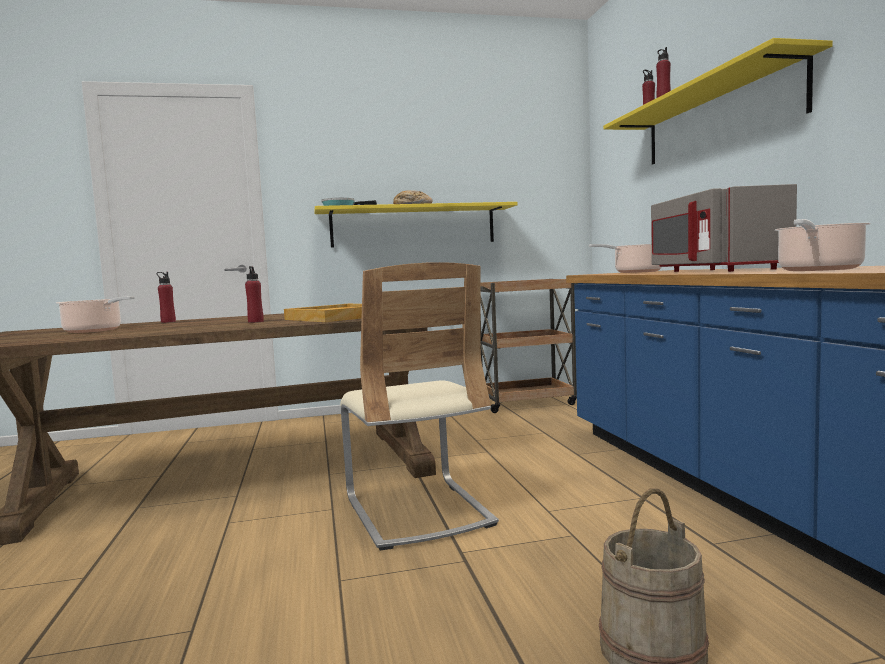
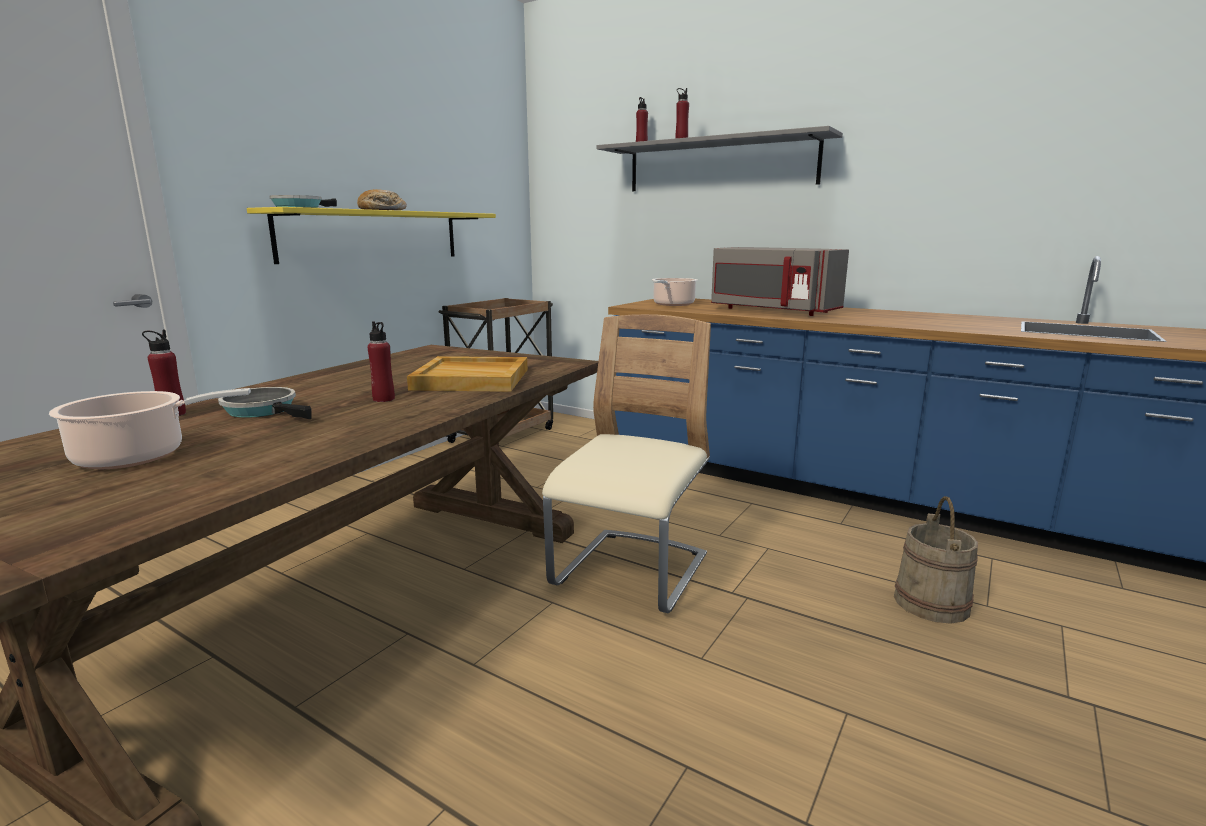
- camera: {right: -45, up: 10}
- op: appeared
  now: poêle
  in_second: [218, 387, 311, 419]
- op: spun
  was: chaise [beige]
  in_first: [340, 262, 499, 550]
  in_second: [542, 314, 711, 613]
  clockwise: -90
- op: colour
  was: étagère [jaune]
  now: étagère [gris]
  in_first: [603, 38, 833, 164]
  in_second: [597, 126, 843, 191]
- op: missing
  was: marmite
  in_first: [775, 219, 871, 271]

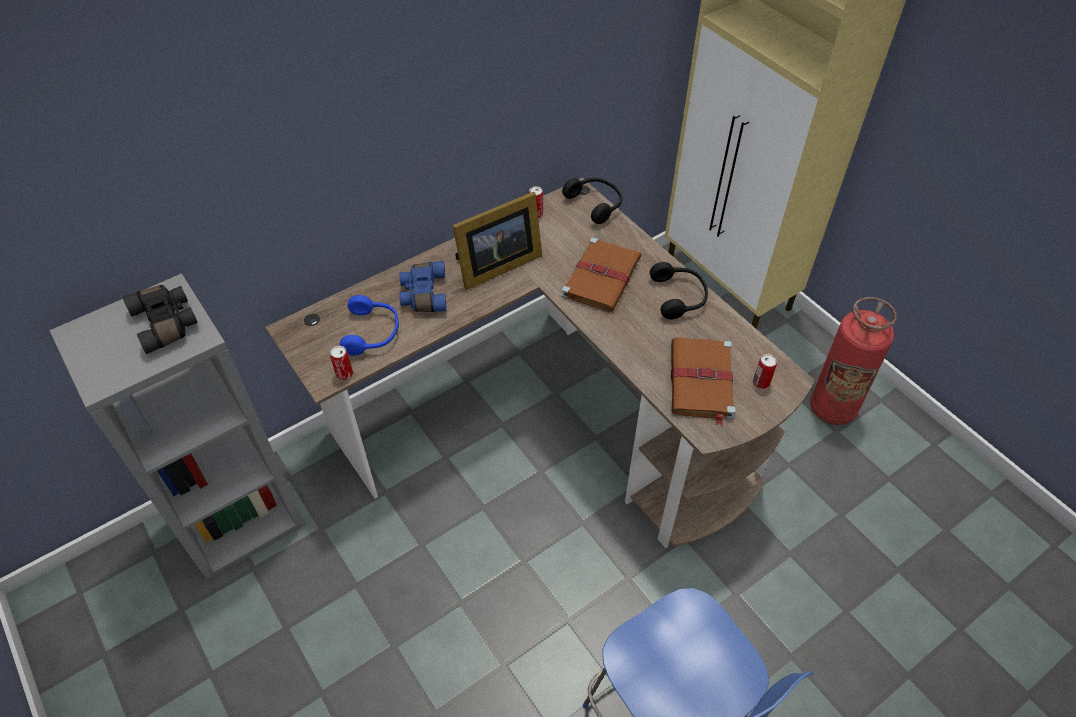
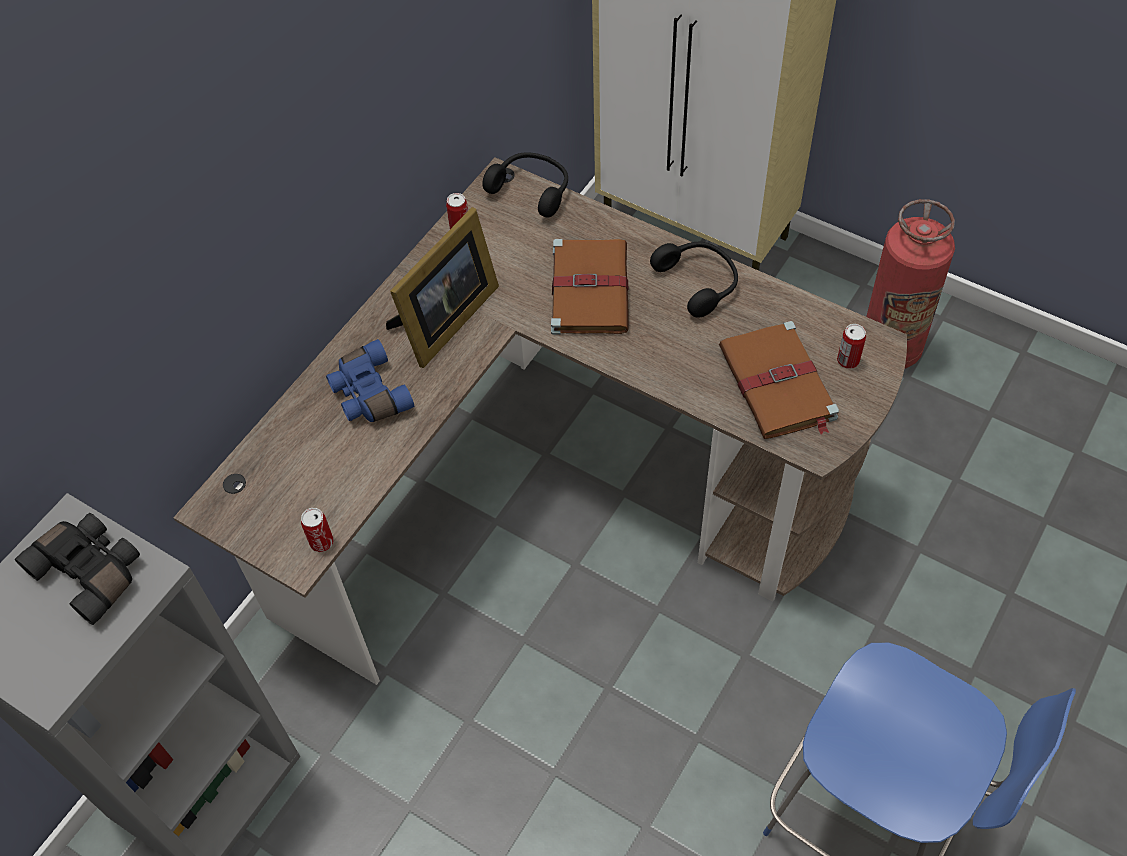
- camera: {right: -20, up: 5}
- op: missing
  was: casque audio [bleu]
  in_first: [340, 295, 399, 356]

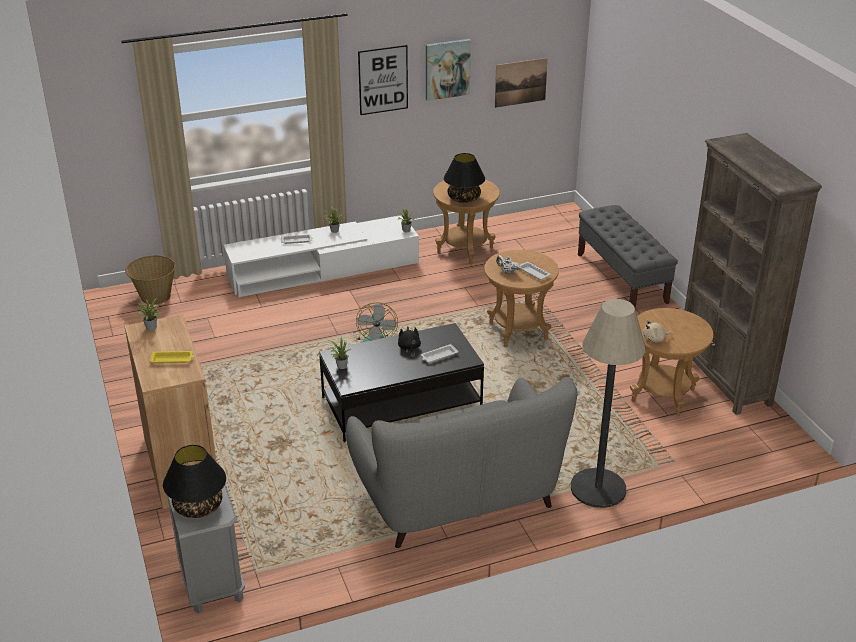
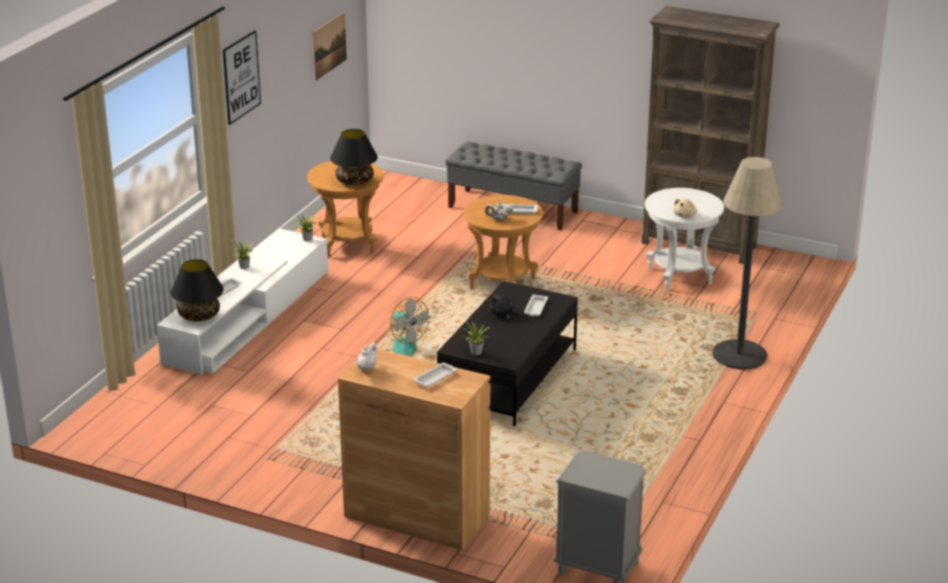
- camera: {right: -45, up: -5}
- op: relocated
  was: lampe de table [noir]
  in_first: [163, 445, 226, 518]
  in_second: [171, 259, 224, 322]
- op: exchanged
  was: plante en pot
  now: théière [blanc]
  in_first: [132, 298, 161, 331]
  in_second: [357, 343, 377, 371]
- op: colour
  was: plateau [jaune]
  now: plateau [blanc]
  in_first: [150, 351, 194, 364]
  in_second: [413, 363, 457, 387]
- op: colour
  was: table d'appoint [marron]
  now: table d'appoint [blanc]
  in_first: [630, 308, 713, 416]
  in_second: [645, 188, 724, 290]
- op: missing
  was: panier
  in_first: [126, 255, 176, 305]
- op: missing
  was: canapé [gris]
  in_first: [346, 377, 577, 548]
- op: missing
  was: tableau
  in_first: [426, 39, 471, 101]

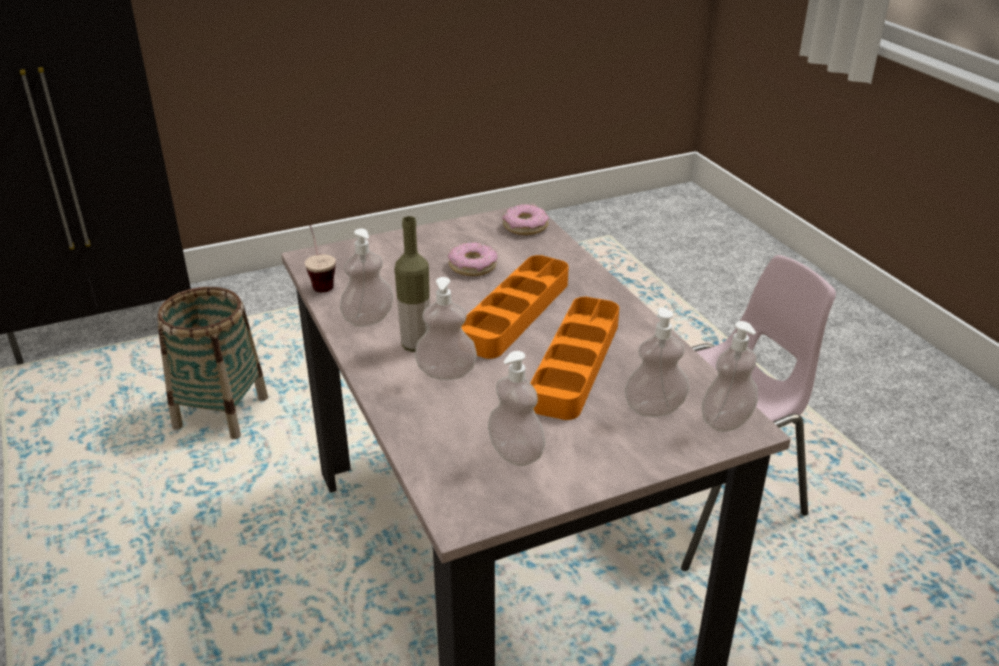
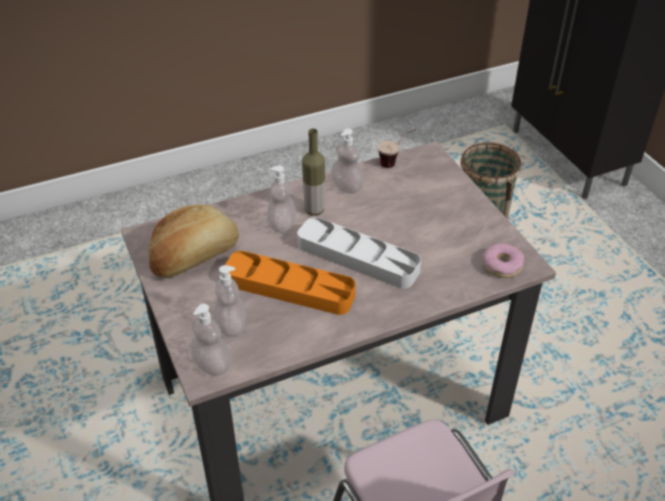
- camera: {right: 90, up: 10}
- op: exchanged
  was: distributeur de savon
  now: pain
  in_first: [488, 351, 545, 466]
  in_second: [149, 204, 239, 277]
- op: colour
  was: plateau [orange]
  now: plateau [blanc]
  in_first: [461, 255, 569, 359]
  in_second: [297, 217, 421, 289]
- op: missing
  was: beignet
  in_first: [448, 242, 498, 276]

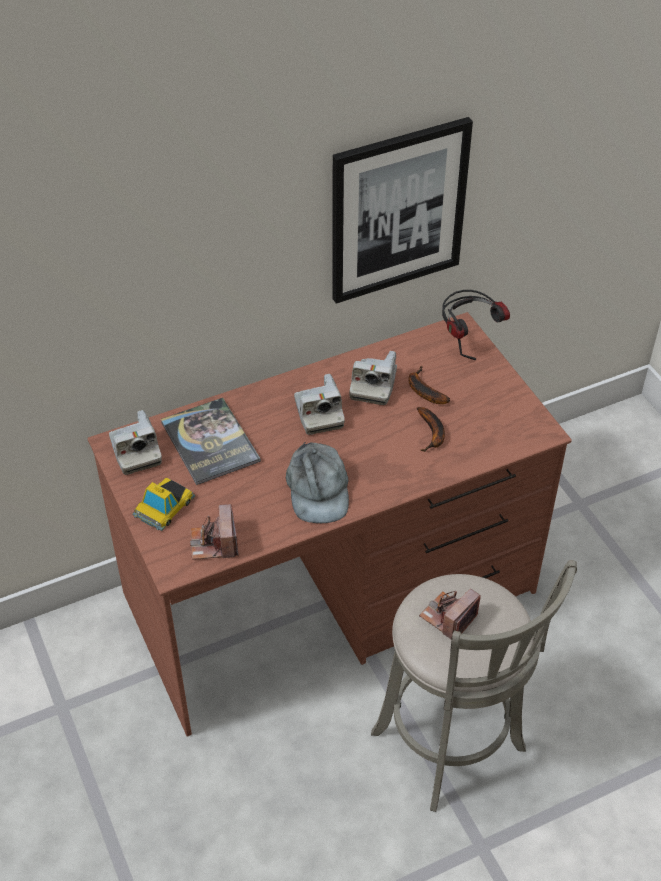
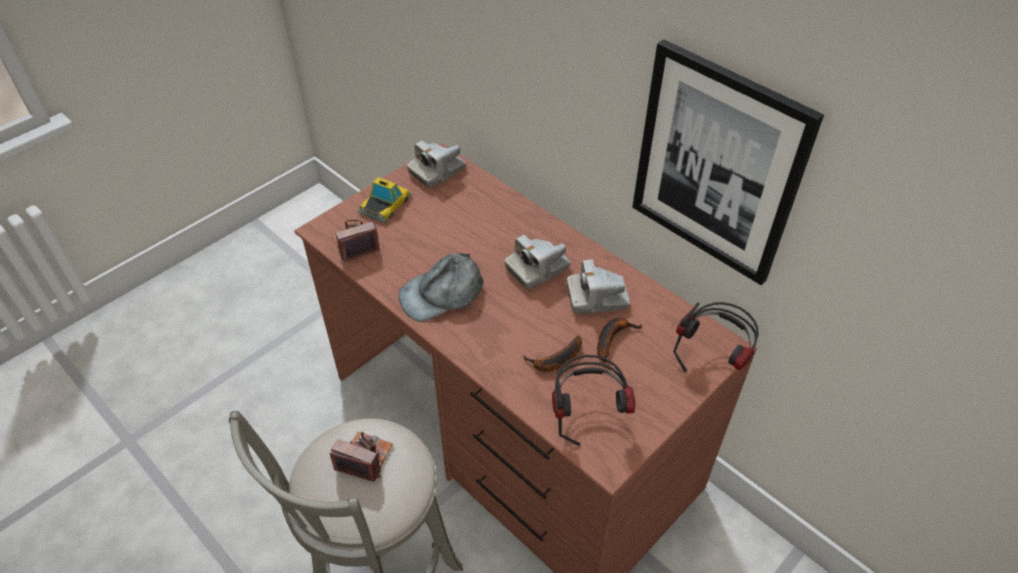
- camera: {right: 70, up: 0}
- op: spun
  was: petite voiture
  in_first: [132, 478, 195, 531]
  in_second: [358, 177, 412, 223]
  clockwise: 105
- op: appeared
  now: casque audio
  in_second: [552, 355, 636, 446]
- op: missing
  was: livre
  in_first: [161, 398, 261, 485]

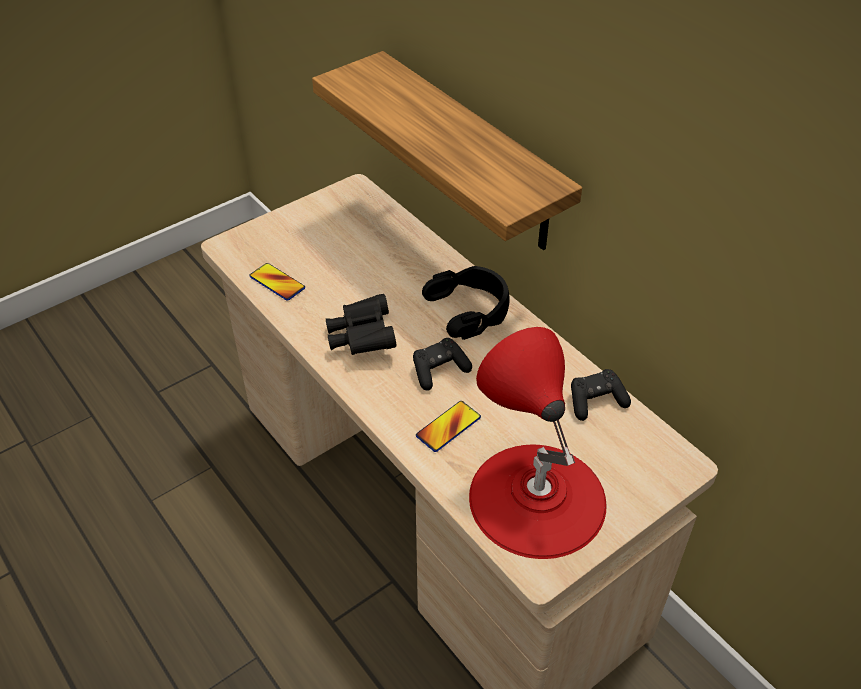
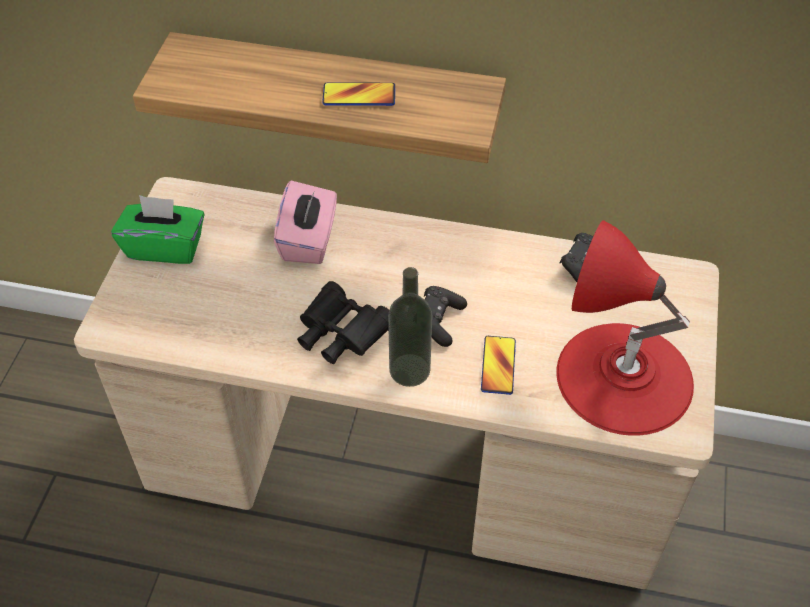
- camera: {right: -40, up: 5}
- op: appeared
  now: boîte à mouchoirs [vert]
  in_second: [111, 195, 205, 264]
- op: appeared
  now: boîte à mouchoirs [rose]
  in_second: [274, 181, 337, 264]
- op: relocated
  was: téléphone
  in_first: [249, 263, 305, 301]
  in_second: [322, 82, 395, 106]
- op: appeared
  now: bouteille
  in_second: [388, 267, 432, 387]
- op: missing
  was: casque audio [noir]
  in_first: [422, 266, 510, 340]

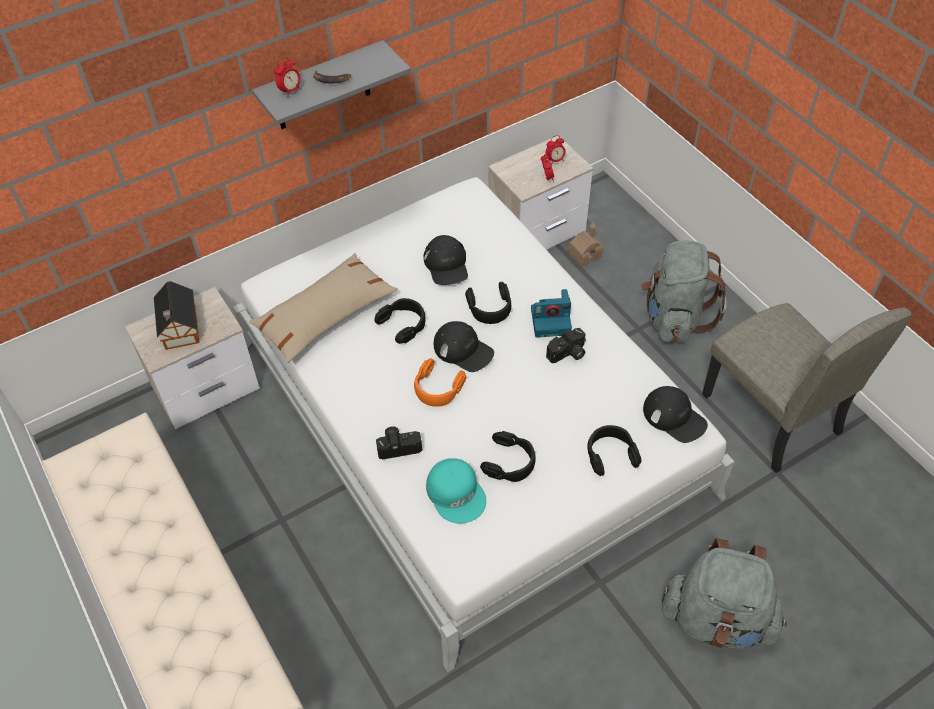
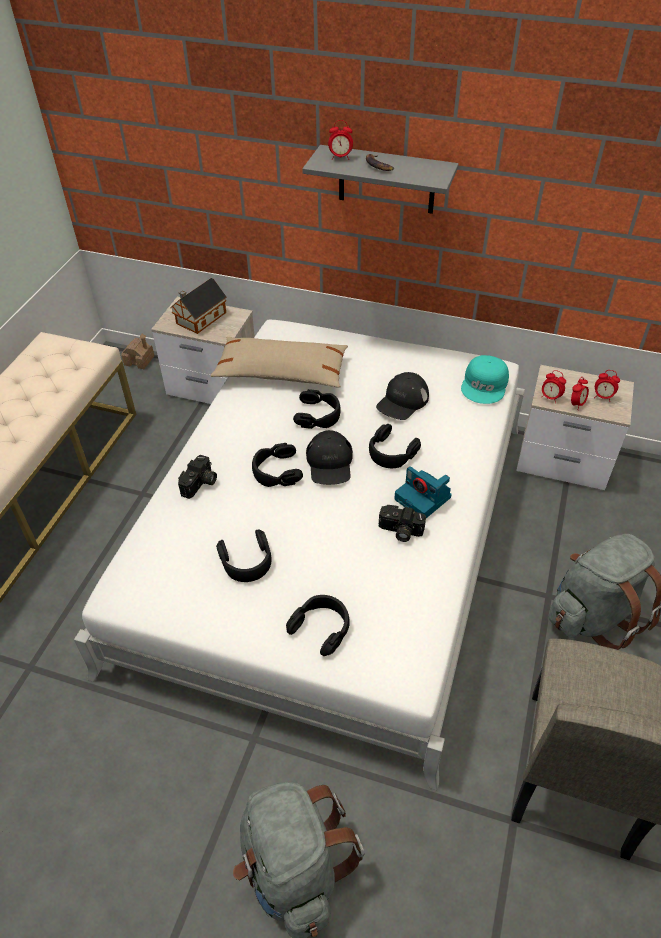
- camera: {right: 50, up: -5}
- op: relocated
  was: maison miniature
  in_first: [567, 223, 603, 267]
  in_second: [121, 334, 154, 369]
- op: spun
  was: appareil photo
  in_first: [376, 426, 422, 459]
  in_second: [178, 455, 217, 499]
  clockwise: 75
- op: colour
  was: casque audio [orange]
  now: casque audio [noir]
  in_first: [414, 358, 466, 407]
  in_second: [252, 443, 303, 487]
- op: relocated
  was: casquette [turquoise]
  in_first: [426, 458, 486, 524]
  in_second: [461, 355, 509, 404]
- op: appeared
  now: réveil
  in_second: [541, 370, 566, 403]
- op: missing
  was: casquette [noir]
  in_first: [643, 386, 708, 443]

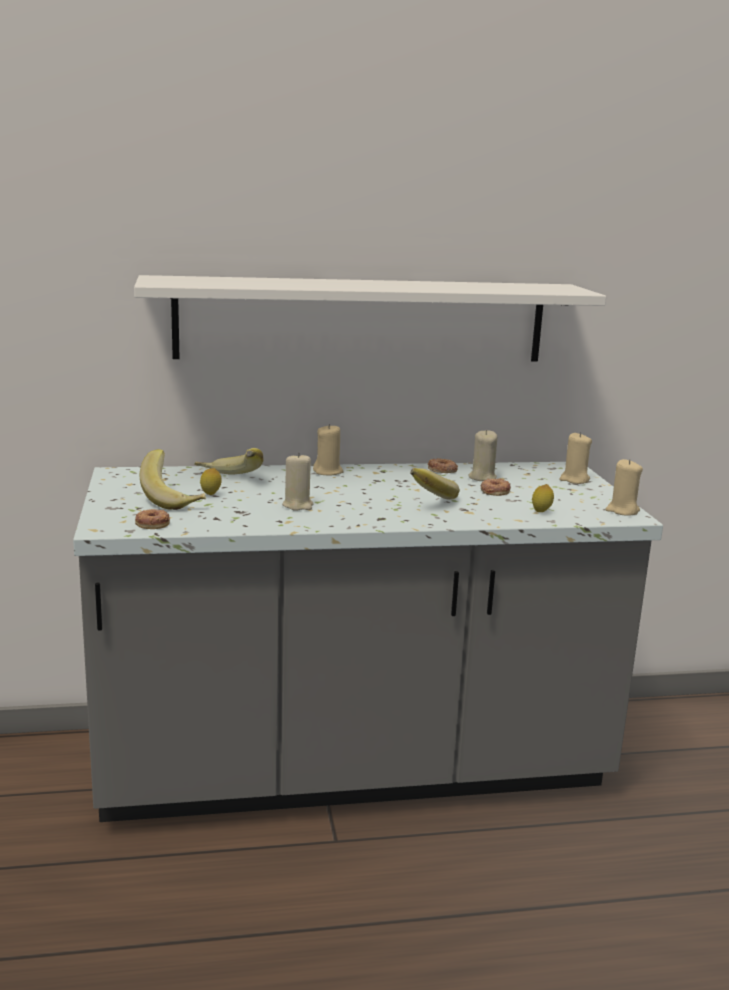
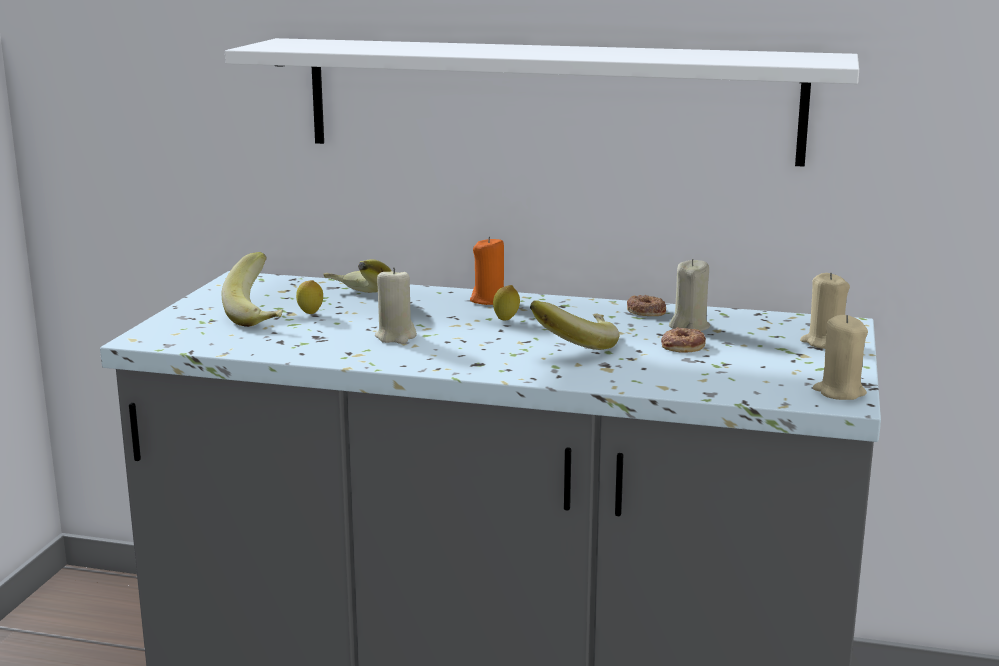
- camera: {right: 25, up: 0}
- op: colour
  was: bougie [beige]
  now: bougie [orange]
  in_first: [313, 424, 344, 476]
  in_second: [470, 236, 504, 305]
- op: relocated
  was: citron
  in_first: [532, 484, 554, 512]
  in_second: [493, 285, 520, 321]
- op: missing
  was: beignet
  in_first: [135, 509, 170, 529]

